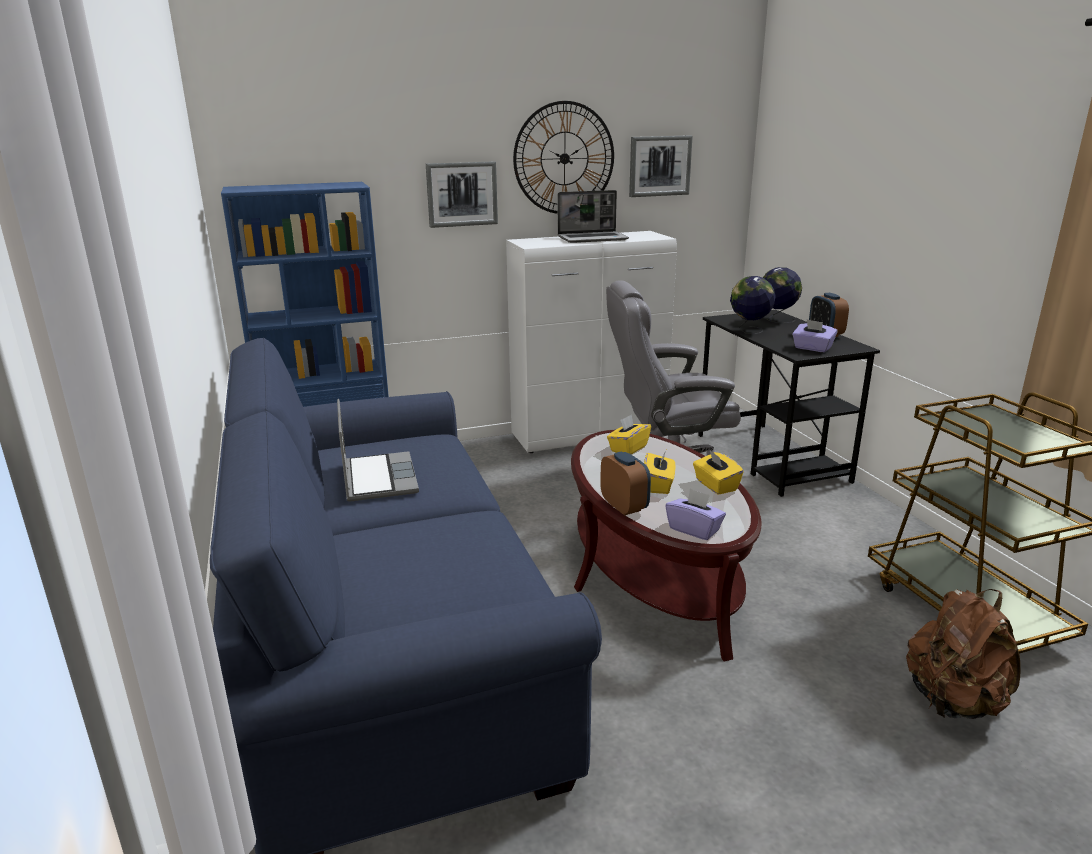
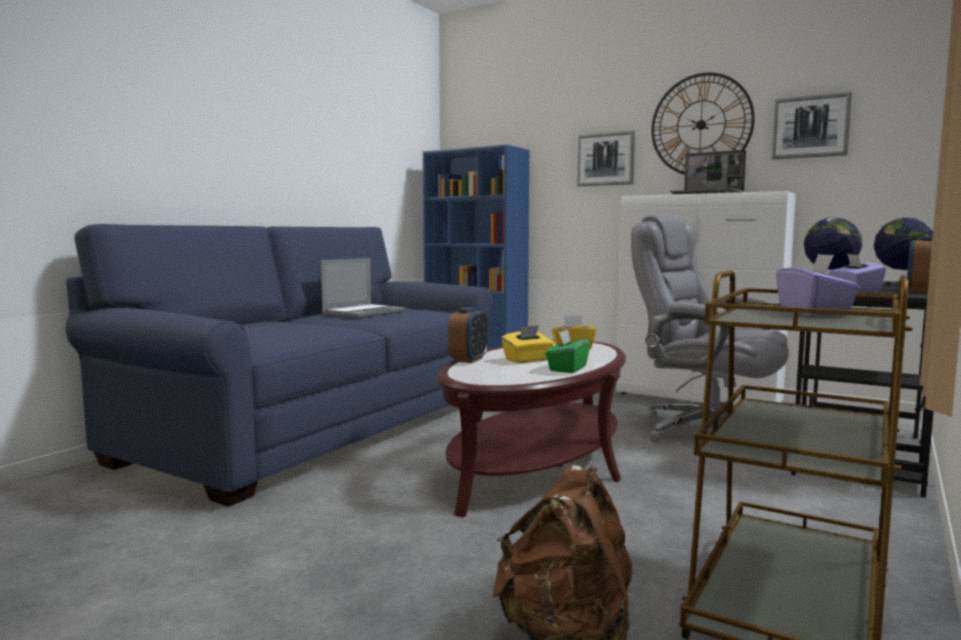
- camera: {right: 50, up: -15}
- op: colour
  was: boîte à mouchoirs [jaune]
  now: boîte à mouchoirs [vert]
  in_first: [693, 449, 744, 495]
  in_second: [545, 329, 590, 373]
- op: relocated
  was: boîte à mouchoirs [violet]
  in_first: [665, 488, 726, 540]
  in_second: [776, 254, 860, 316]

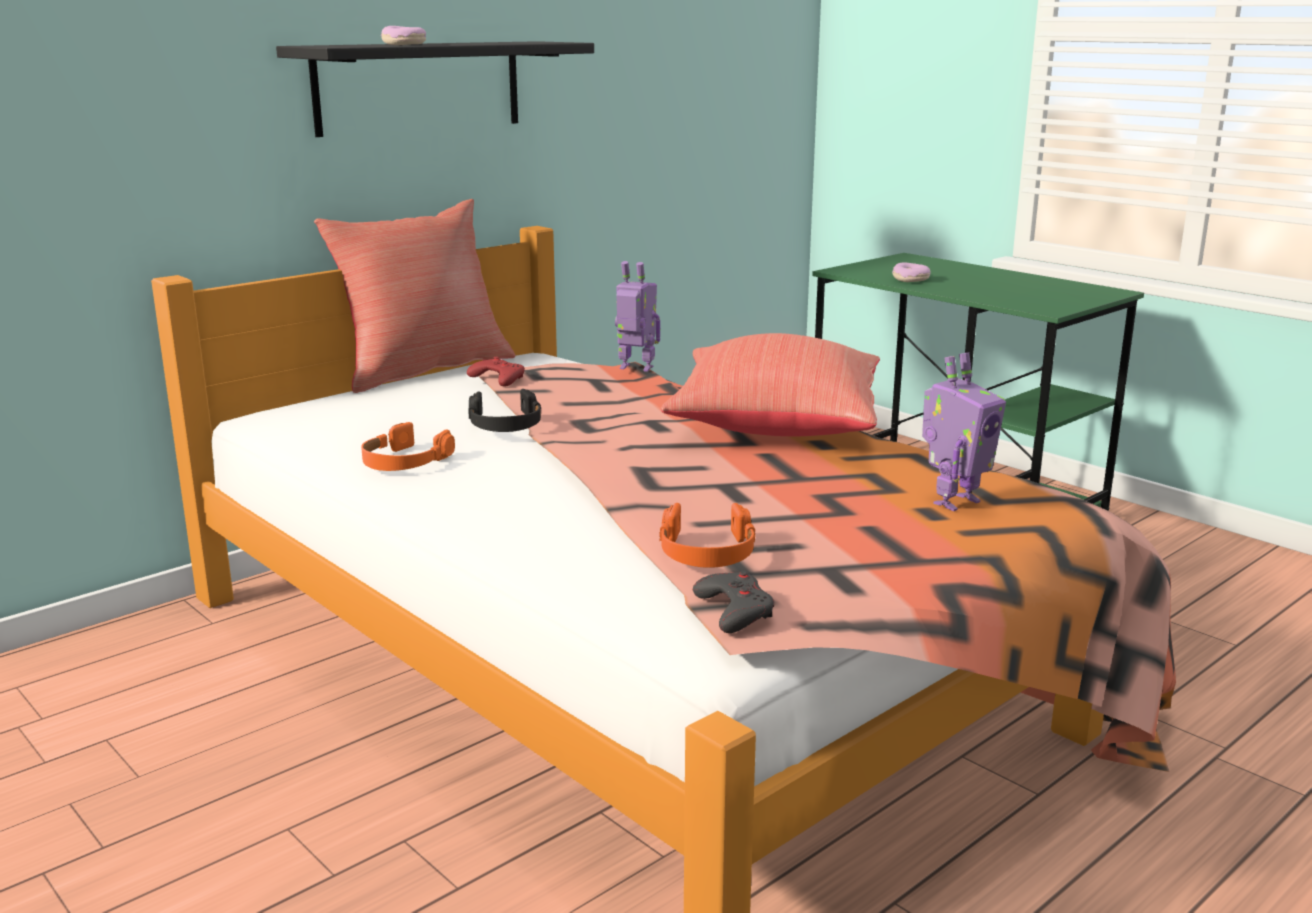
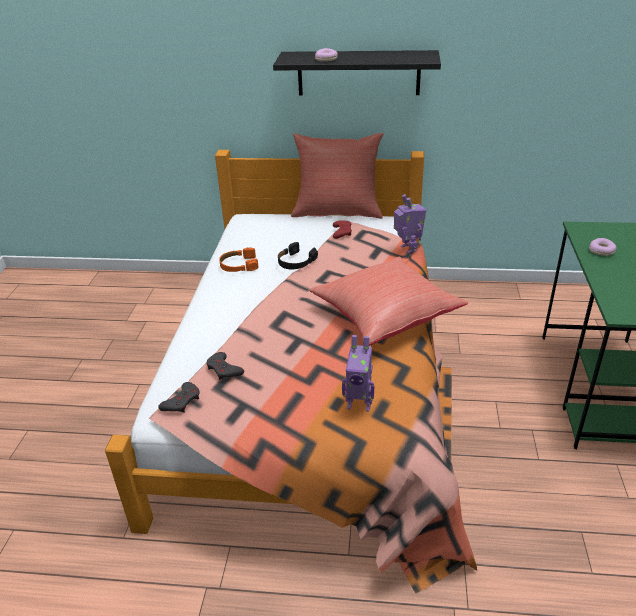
- camera: {right: 50, up: 15}
- op: exchanged
  was: casque audio [orange]
  now: manette [gris]
  in_first: [659, 503, 755, 568]
  in_second: [206, 352, 244, 380]

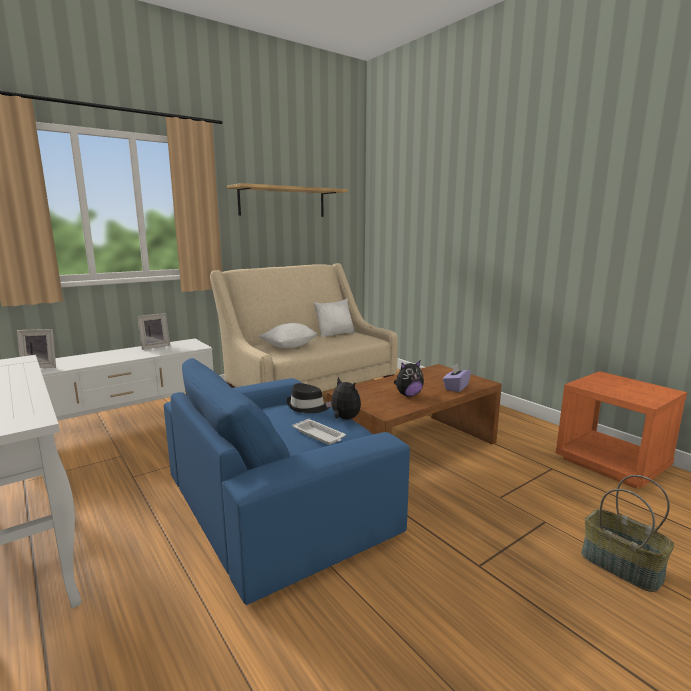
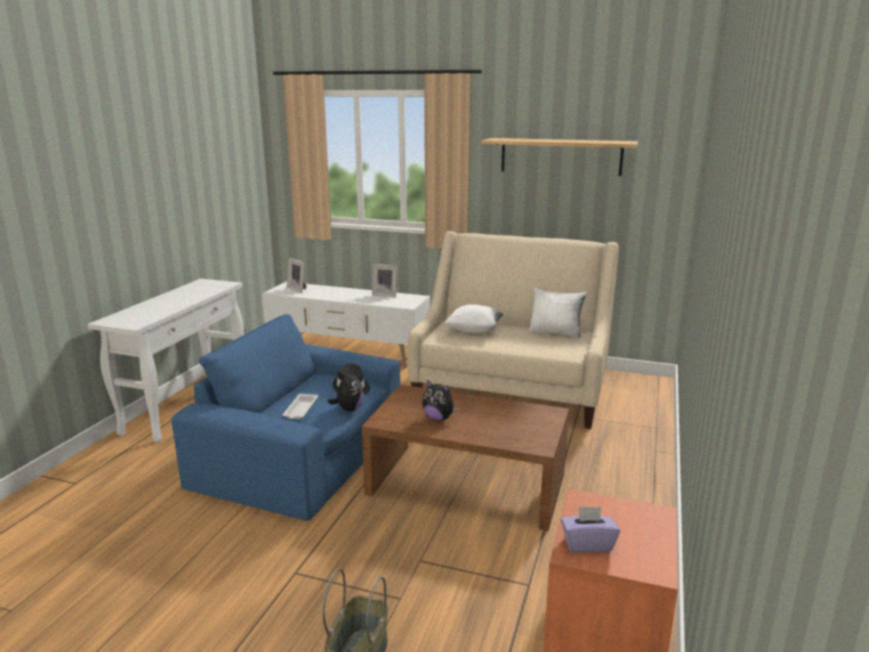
- camera: {right: 55, up: 5}
- op: relocated
  was: boîte à mouchoirs [violet]
  in_first: [443, 363, 471, 392]
  in_second: [561, 506, 620, 553]

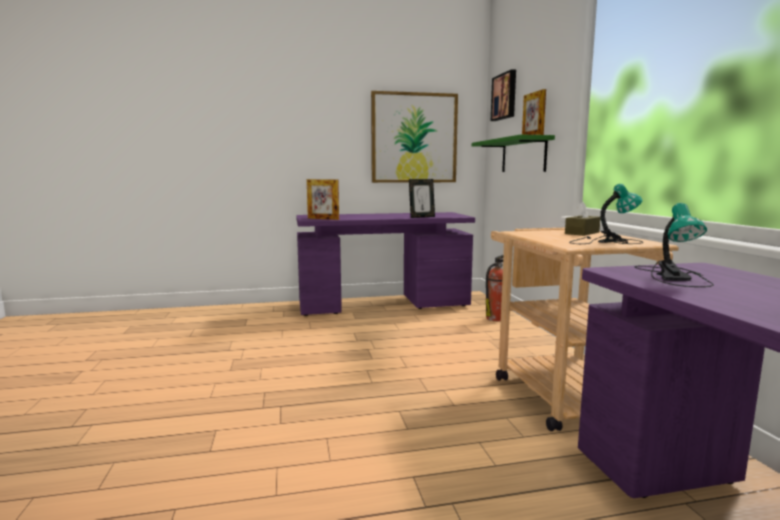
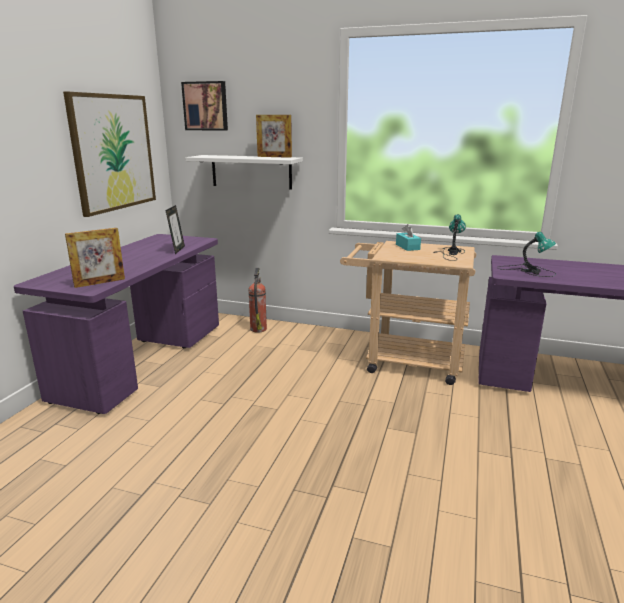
- camera: {right: -60, up: 10}
- op: colour
  was: étagère [vert]
  now: étagère [blanc]
  in_first: [472, 135, 555, 172]
  in_second: [185, 155, 303, 190]
- op: colour
  was: boîte à mouchoirs [marron]
  now: boîte à mouchoirs [turquoise]
  in_first: [565, 202, 601, 236]
  in_second: [396, 224, 421, 251]

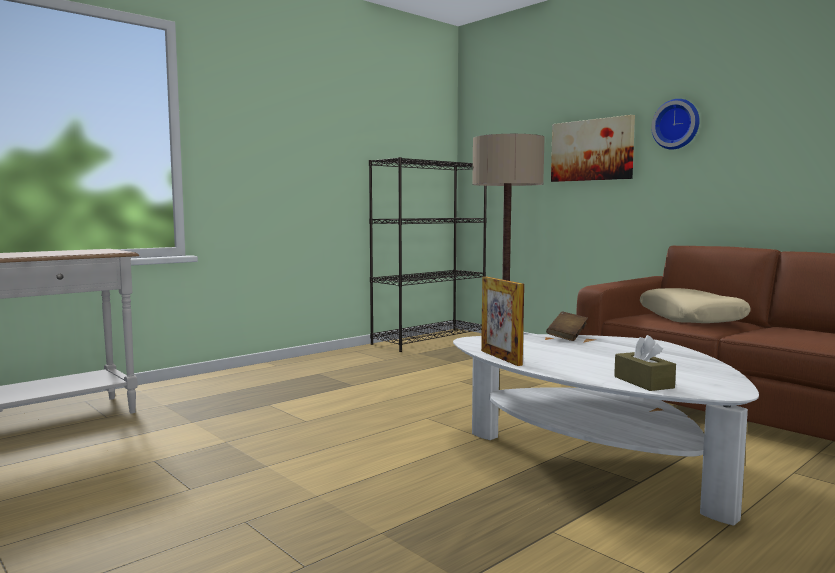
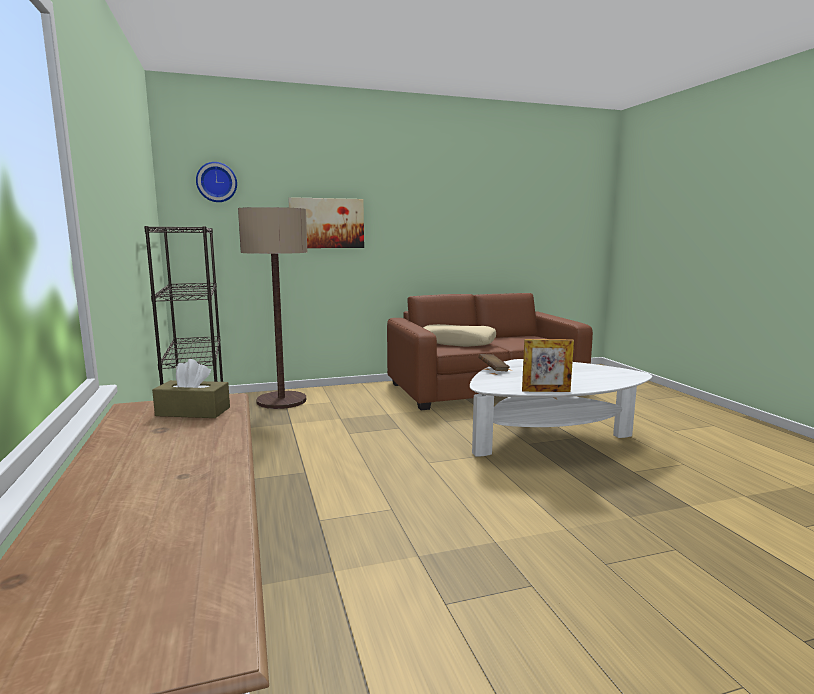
- camera: {right: -65, up: 5}
- op: relocated
  was: boîte à mouchoirs [marron]
  in_first: [614, 335, 676, 391]
  in_second: [152, 359, 230, 418]
- op: relocated
  was: horloge murale
  in_first: [651, 99, 699, 150]
  in_second: [196, 162, 237, 202]

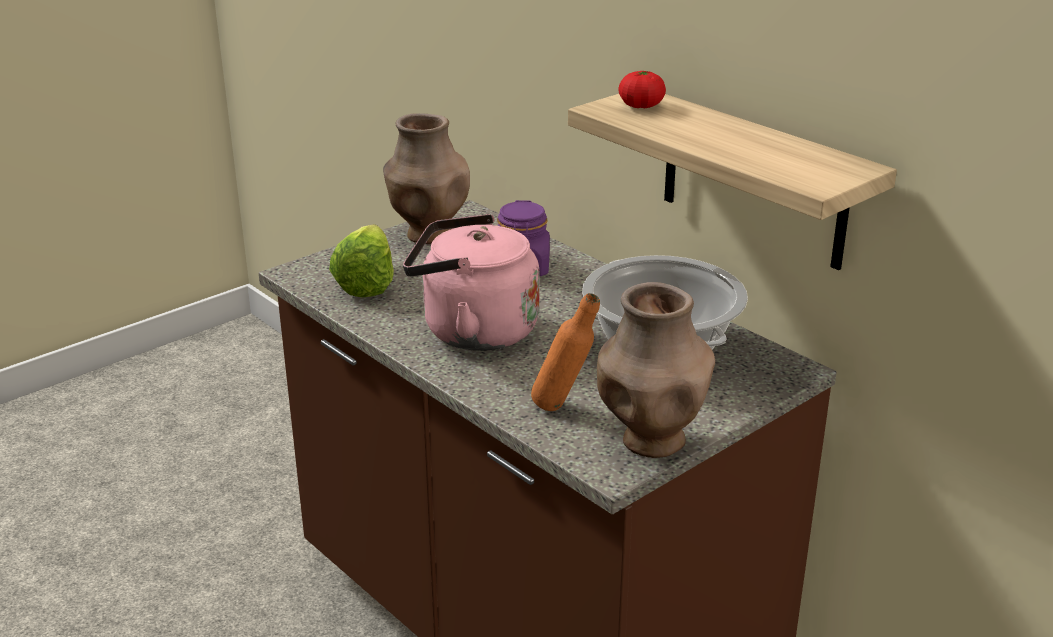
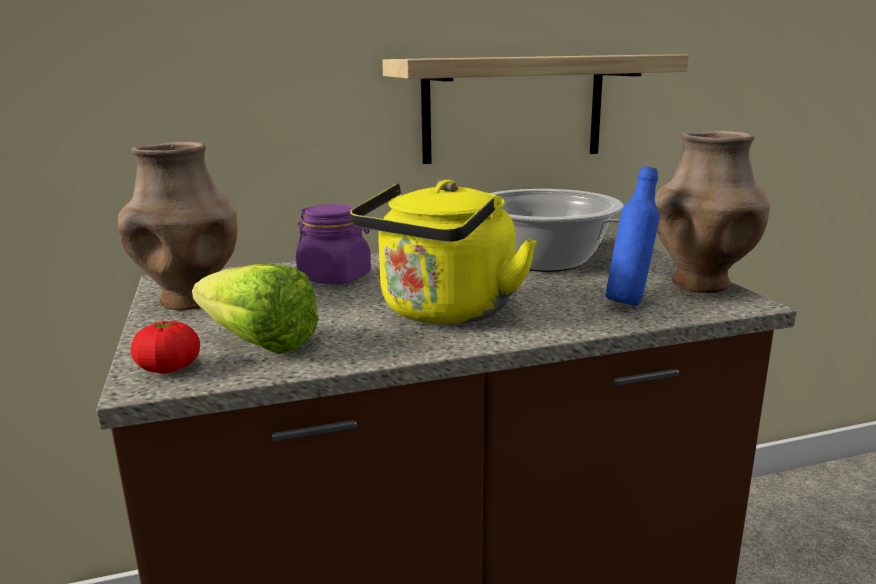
- camera: {right: -65, up: -10}
- op: relocated
  was: tomate
  in_first: [619, 71, 666, 108]
  in_second: [131, 321, 200, 374]
- op: colour
  was: bouilloire [rose]
  now: bouilloire [jaune]
  in_first: [403, 214, 540, 351]
  in_second: [350, 180, 537, 325]
- op: colour
  was: bouteille [orange]
  now: bouteille [bleu]
  in_first: [531, 293, 600, 411]
  in_second: [606, 166, 660, 306]

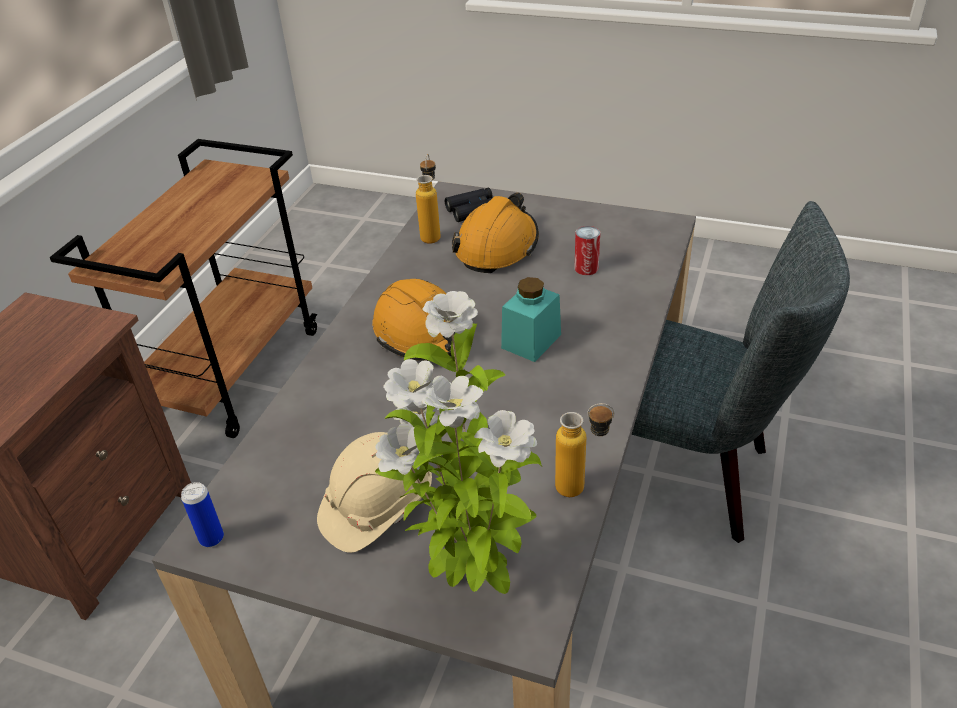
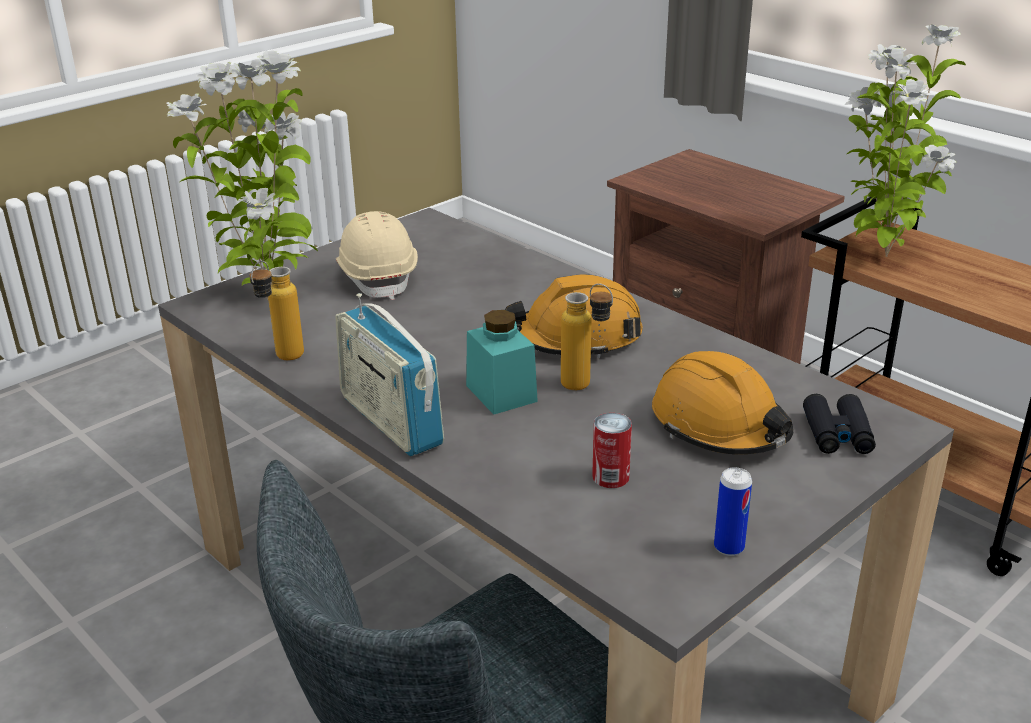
- camera: {right: 115, up: -10}
- op: appeared
  now: radio
  in_second: [335, 293, 444, 456]
- op: relocated
  was: bouteille
  in_first: [416, 154, 441, 244]
  in_second: [561, 283, 613, 390]
- op: relocated
  was: boîte métallique
  in_first: [181, 482, 224, 547]
  in_second: [714, 467, 752, 556]
- op: appeared
  now: plante en pot
  in_second: [845, 25, 966, 257]

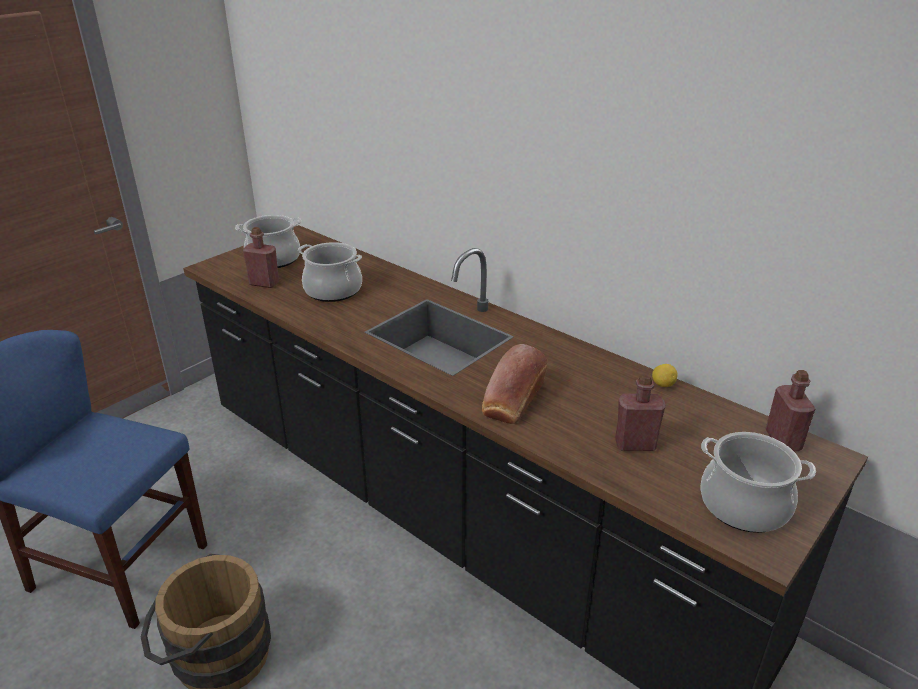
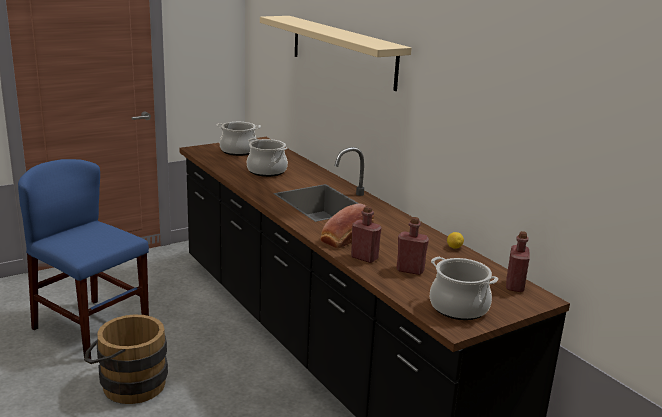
- camera: {right: 15, up: -10}
- op: appeared
  now: étagère [beige]
  in_second: [260, 16, 412, 91]
- op: relocated
  was: bouteille [rouge]
  in_first: [243, 227, 279, 288]
  in_second: [351, 206, 382, 263]

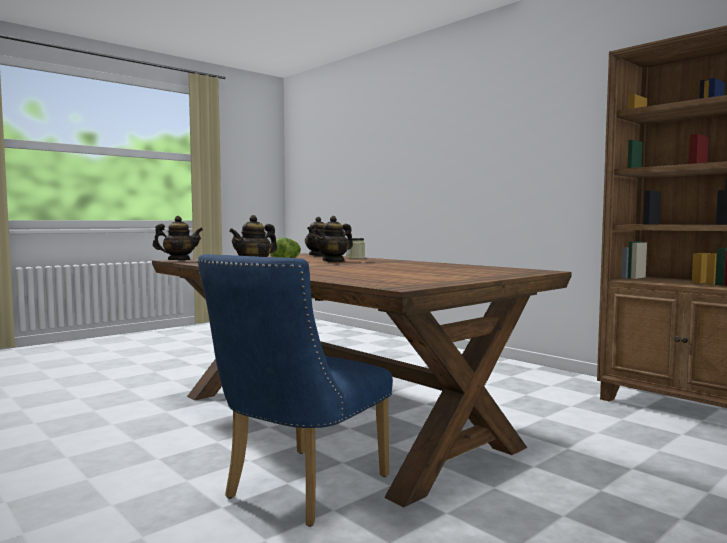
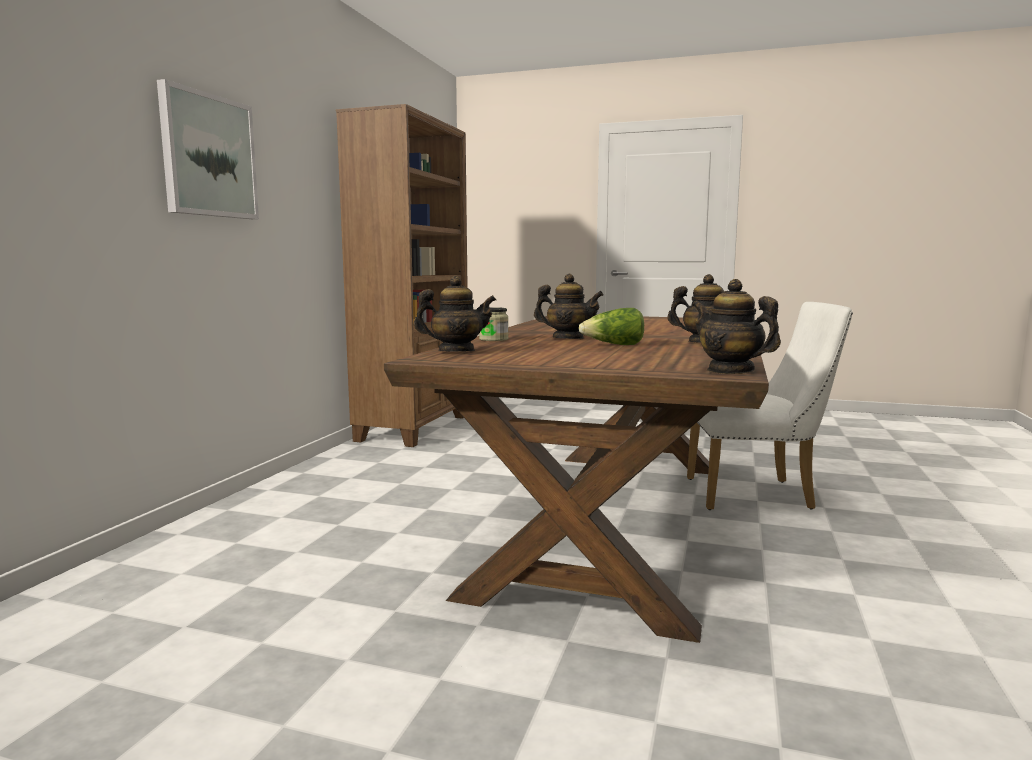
- camera: {right: -120, up: 5}
- op: appeared
  now: tableau
  in_second: [157, 79, 259, 219]
- op: colour
  was: chaise [bleu]
  now: chaise [blanc]
  in_first: [197, 254, 393, 527]
  in_second: [687, 302, 853, 510]

